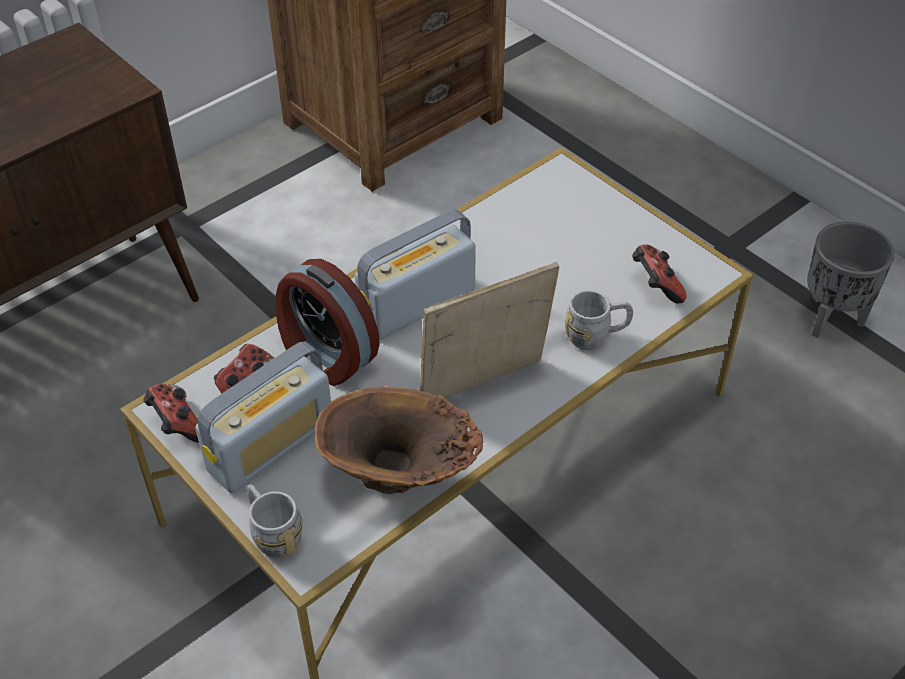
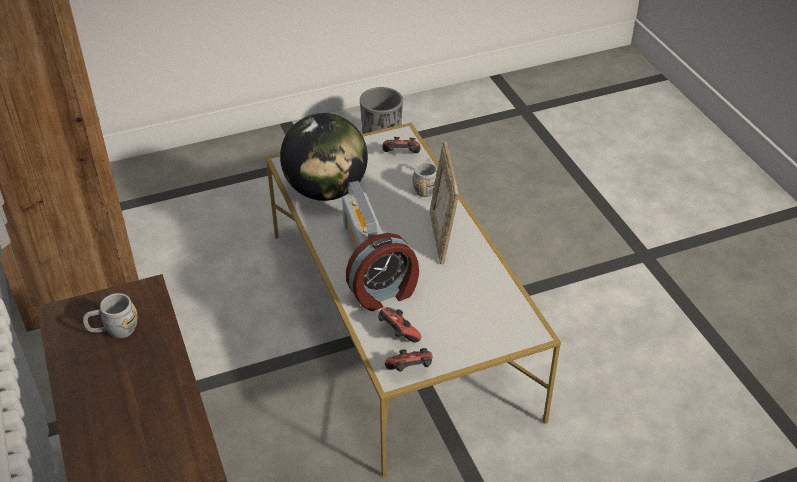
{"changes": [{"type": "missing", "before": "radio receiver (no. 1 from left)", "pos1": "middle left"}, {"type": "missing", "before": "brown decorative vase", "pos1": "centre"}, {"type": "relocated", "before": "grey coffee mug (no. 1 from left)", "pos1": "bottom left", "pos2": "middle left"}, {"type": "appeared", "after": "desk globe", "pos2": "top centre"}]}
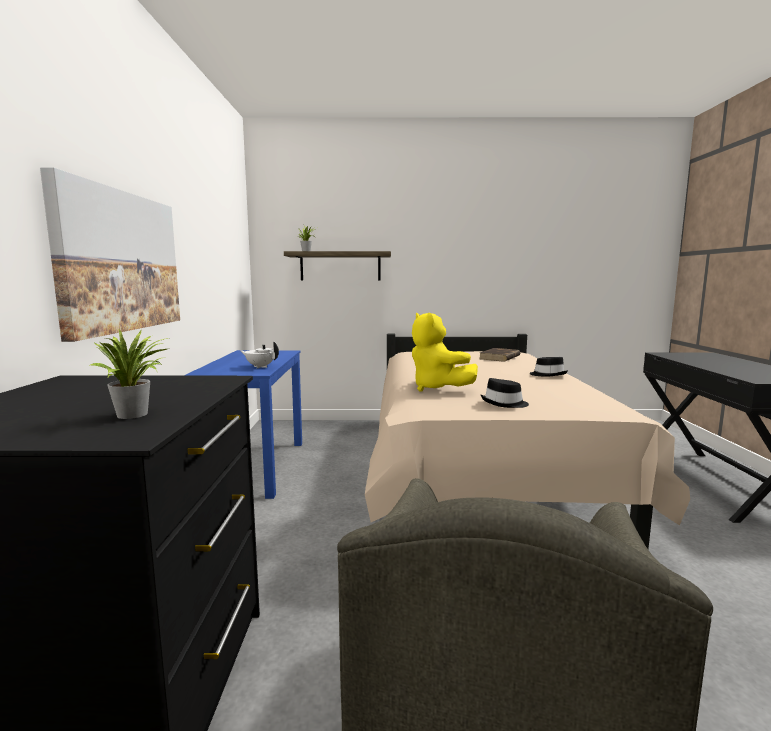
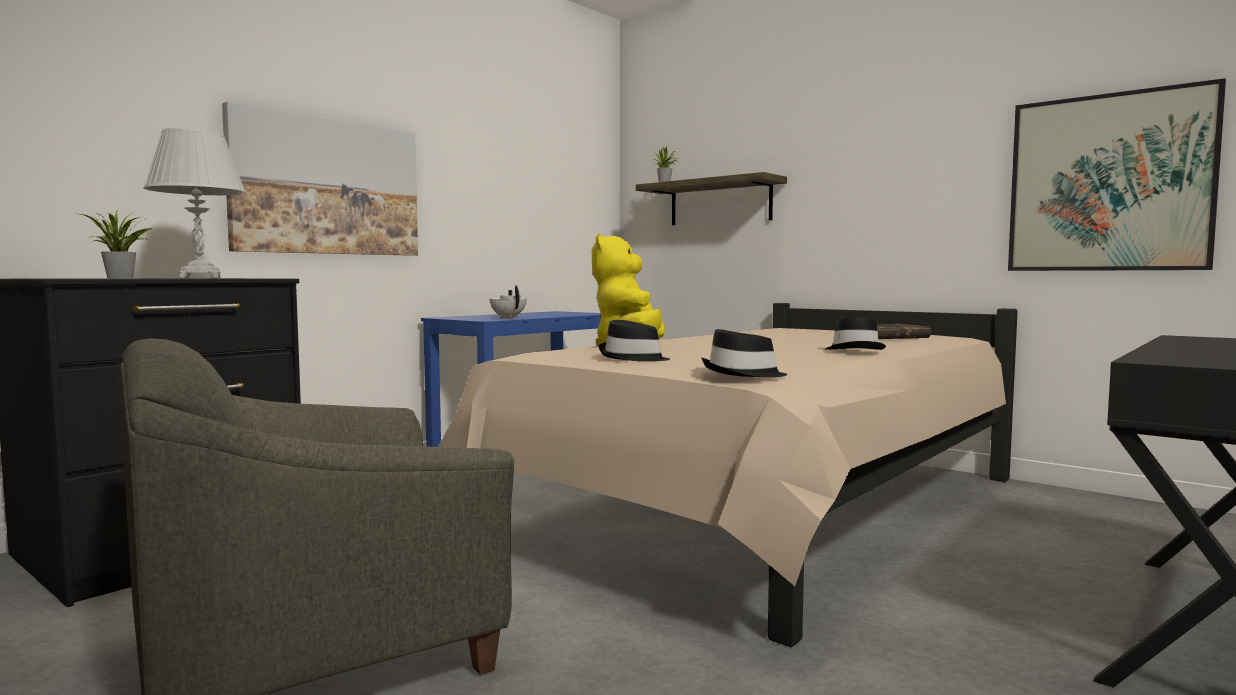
{"changes": [{"type": "appeared", "after": "picture (no. 2 from left)", "pos2": "top right"}, {"type": "appeared", "after": "white table lamp", "pos2": "top left"}, {"type": "appeared", "after": "blackish clothing hat (no. 2 from left)", "pos2": "centre"}]}
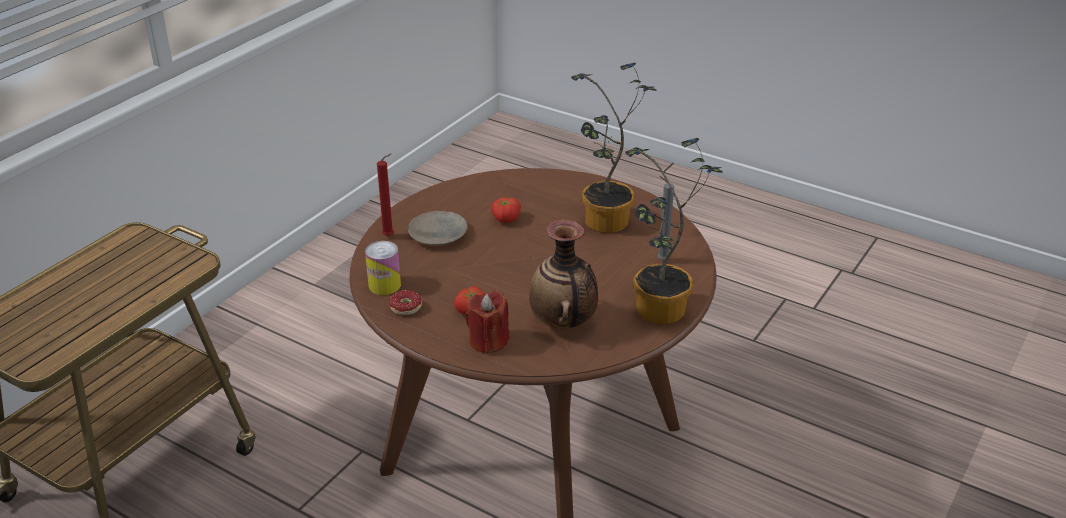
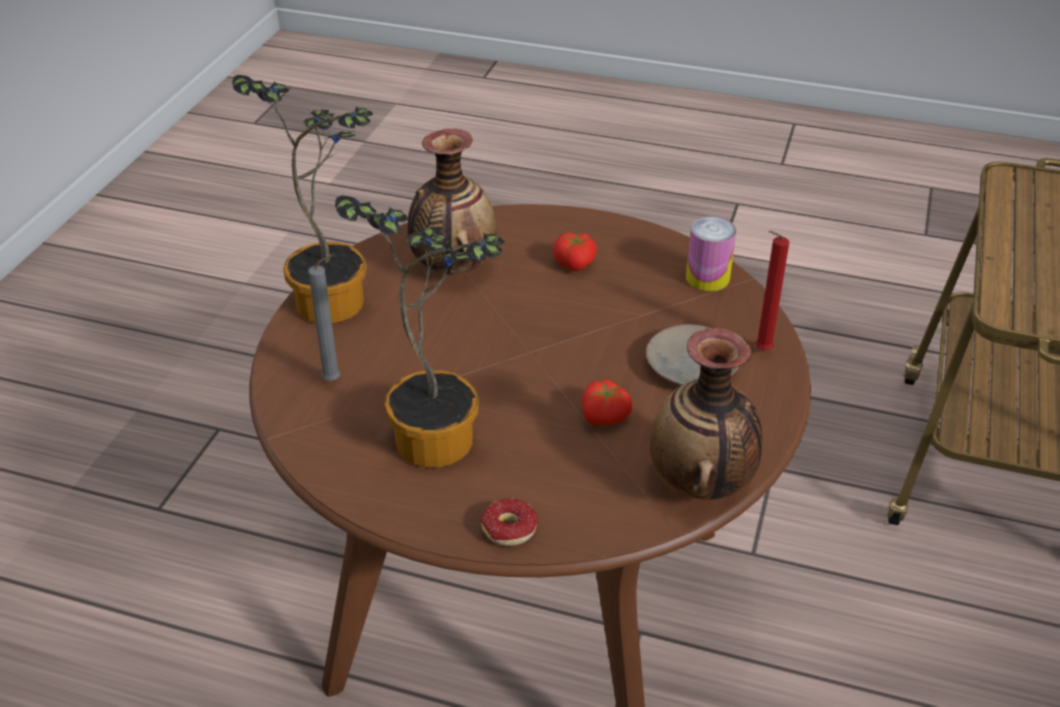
{"changes": [{"type": "relocated", "before": "ring doughnut", "pos1": "centre", "pos2": "bottom centre"}, {"type": "missing", "before": "red wax light (no. 2 from left)", "pos1": "centre"}, {"type": "appeared", "after": "decorative vase (no. 2 from left)", "pos2": "centre"}]}
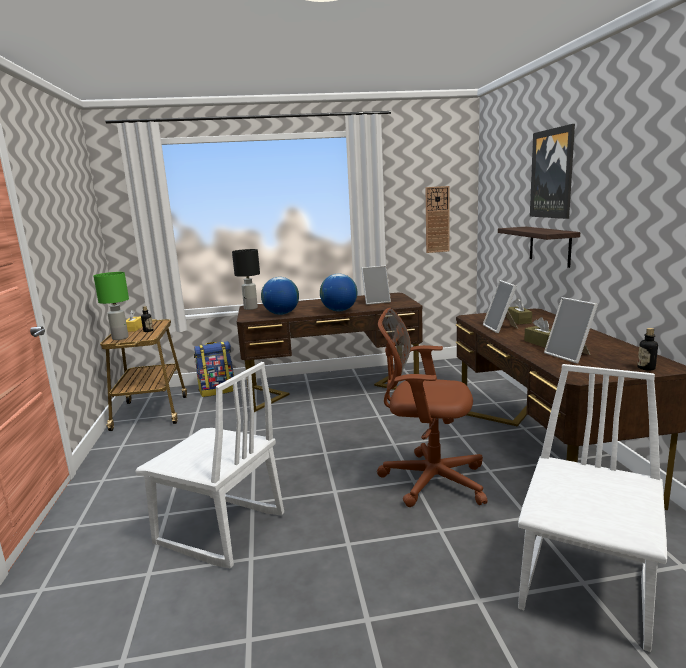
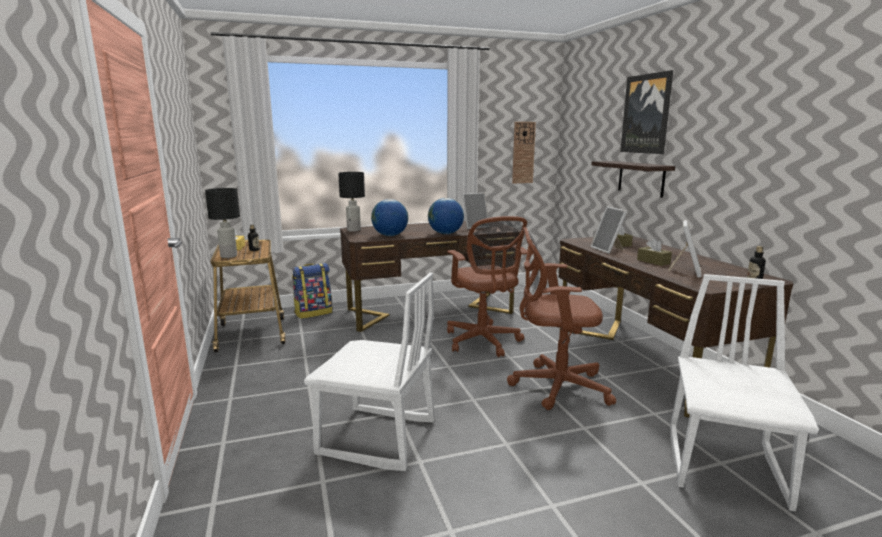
{"changes": [{"type": "colour", "before": "green-coloured table lamp", "after": "blackish table lamp (no. 1 from left)", "pos1": "middle left", "pos2": "middle left"}, {"type": "spun", "before": "picture frame (no. 3 from left)", "pos1": "middle right", "pos2": "middle right", "turn": -120}, {"type": "appeared", "after": "brown office chair (no. 1 from left)", "pos2": "centre"}]}
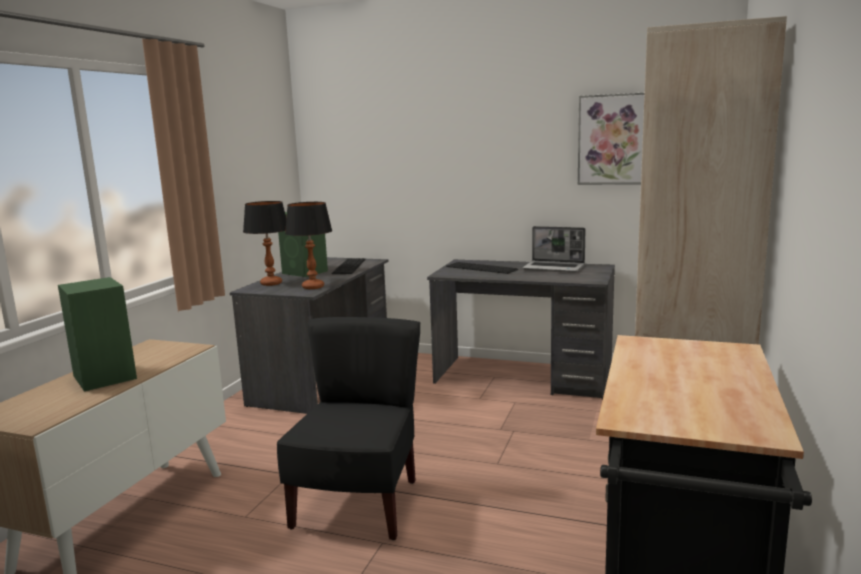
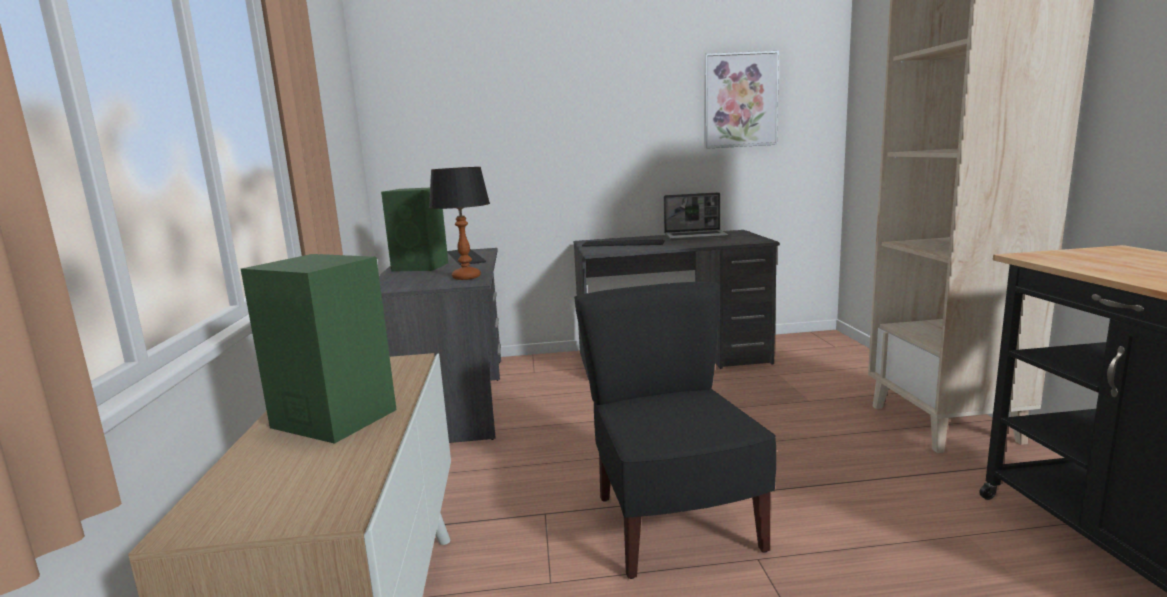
{"changes": [{"type": "missing", "before": "table lamp (no. 1 from left)", "pos1": "middle left"}]}
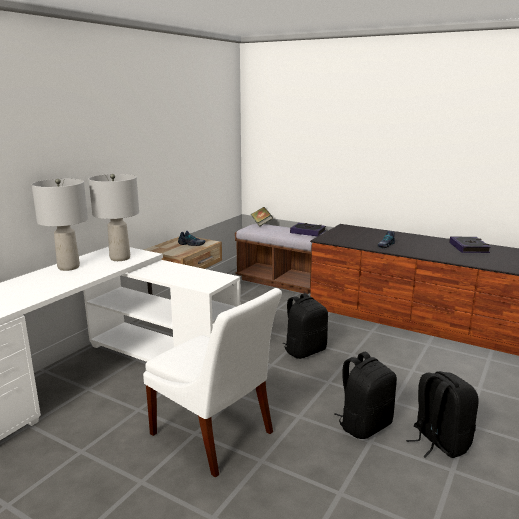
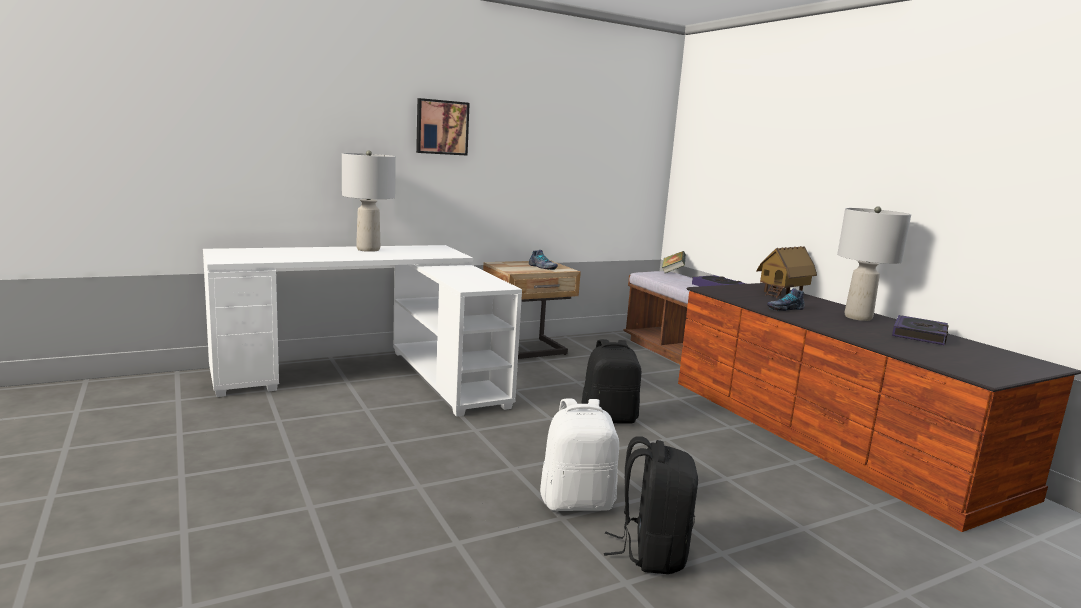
{"changes": [{"type": "relocated", "before": "grey table lamp (no. 2 from left)", "pos1": "middle left", "pos2": "middle right"}, {"type": "missing", "before": "white upright chair", "pos1": "bottom centre"}, {"type": "colour", "before": "blackish rucksack (no. 2 from left)", "after": "white rucksack", "pos1": "bottom right", "pos2": "bottom centre"}, {"type": "appeared", "after": "picture", "pos2": "top centre"}, {"type": "appeared", "after": "miniature house", "pos2": "middle right"}]}
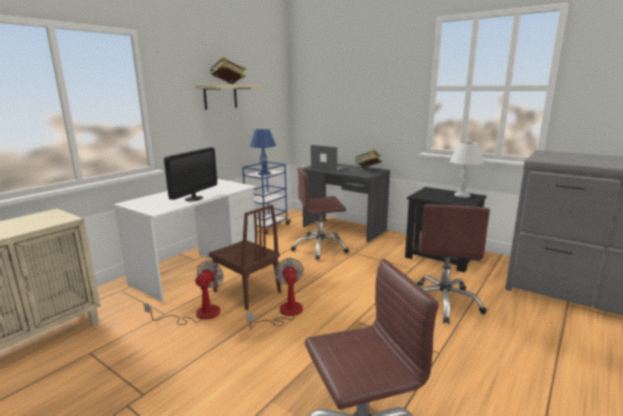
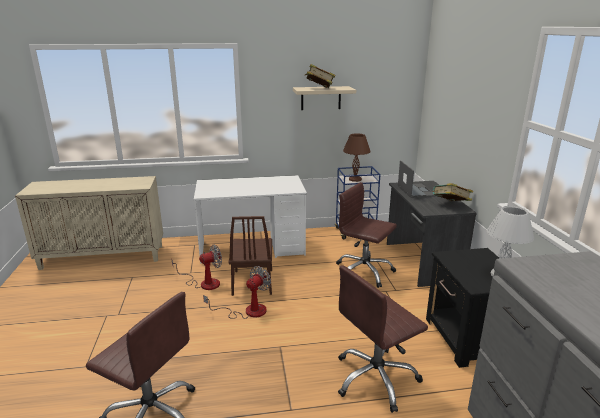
{"changes": [{"type": "colour", "before": "blue table lamp", "after": "brown table lamp", "pos1": "centre", "pos2": "centre"}, {"type": "missing", "before": "computer screen", "pos1": "middle left"}]}
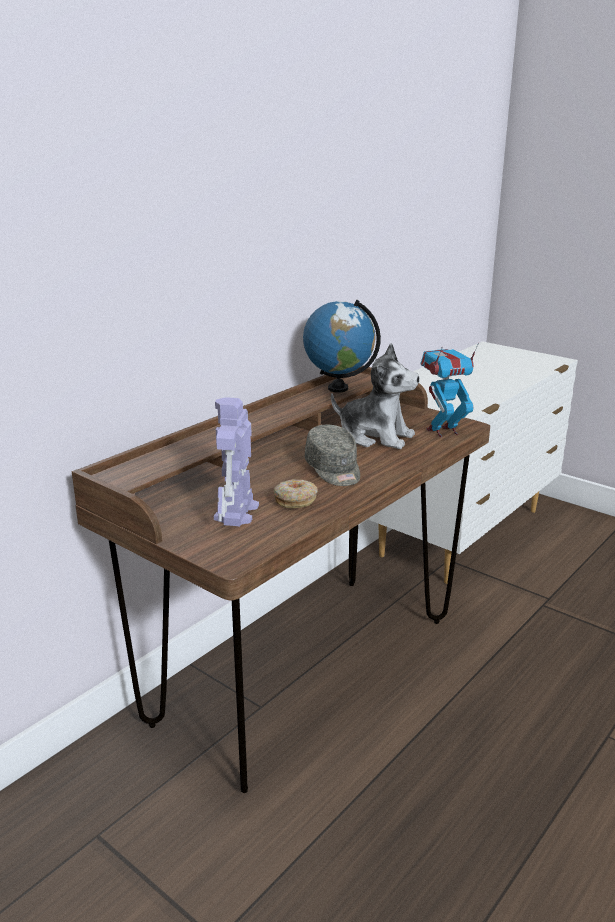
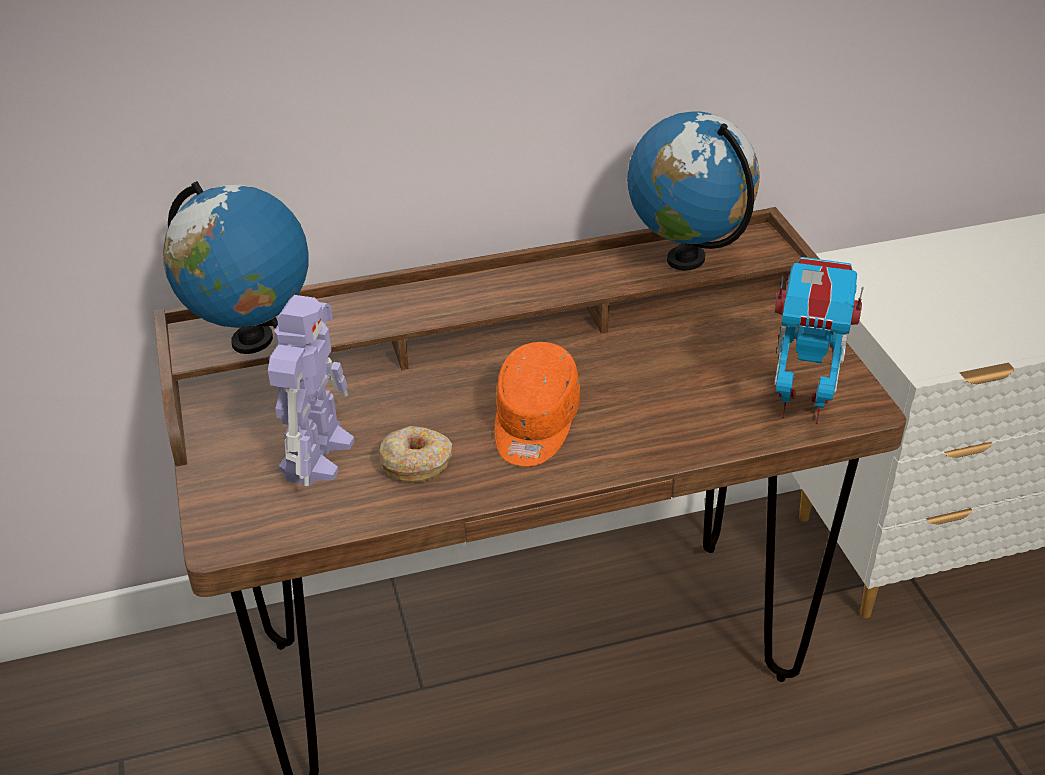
{"changes": [{"type": "missing", "before": "plush toy", "pos1": "centre"}, {"type": "spun", "before": "robot figure (no. 1 from left)", "pos1": "centre", "pos2": "middle left", "turn": 150}, {"type": "colour", "before": "grey peaked cap", "after": "orange-coloured peaked cap", "pos1": "centre", "pos2": "centre"}, {"type": "appeared", "after": "desk globe (no. 1 from left)", "pos2": "middle left"}]}
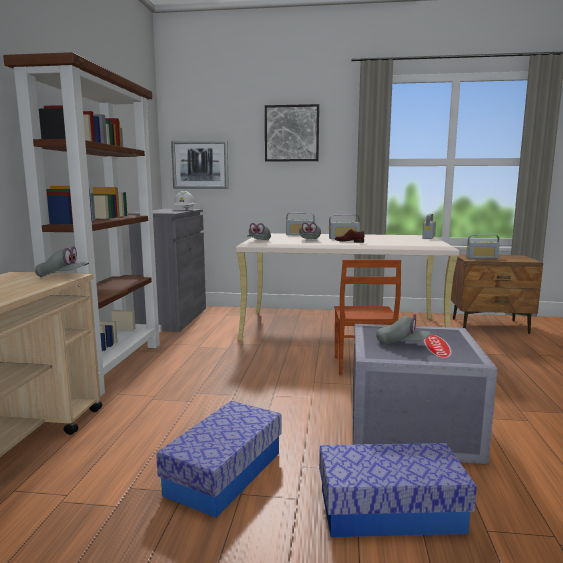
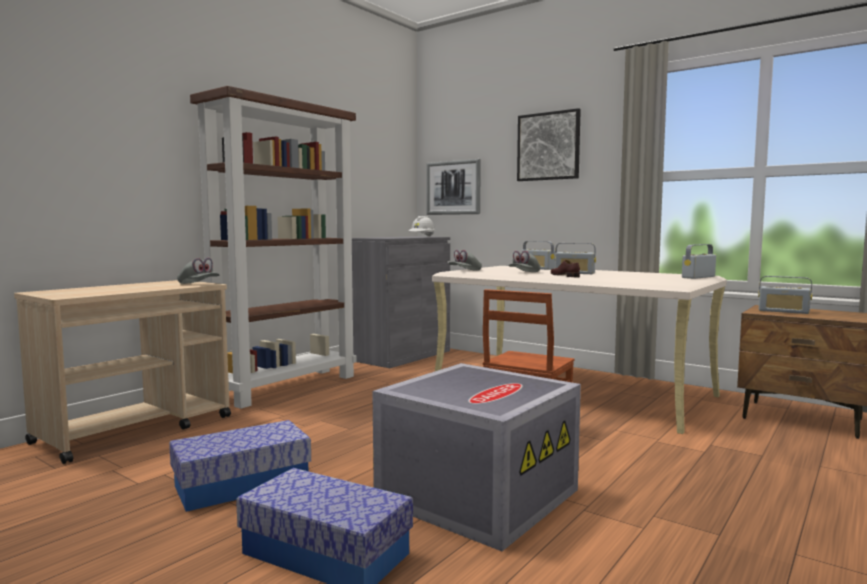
{"changes": [{"type": "missing", "before": "grey peaked cap (no. 4 from left)", "pos1": "middle right"}]}
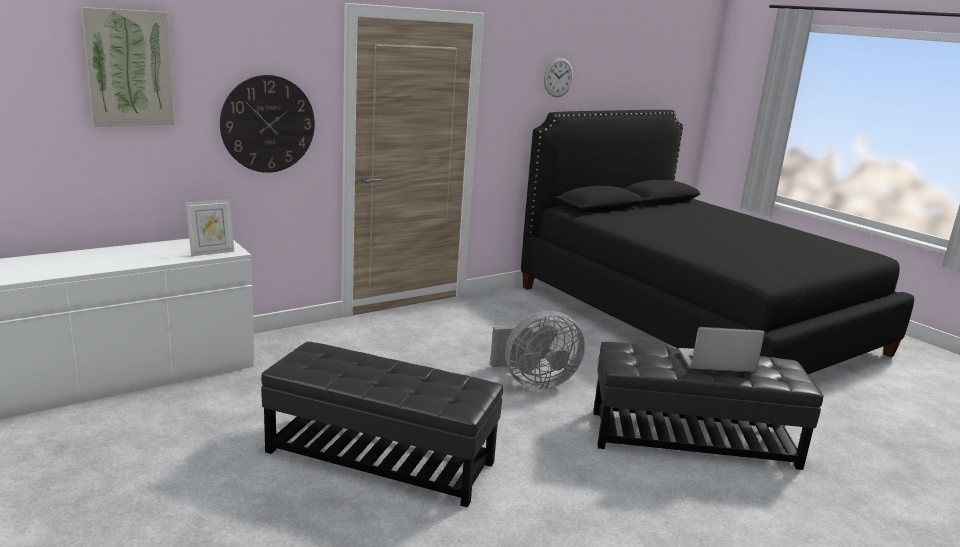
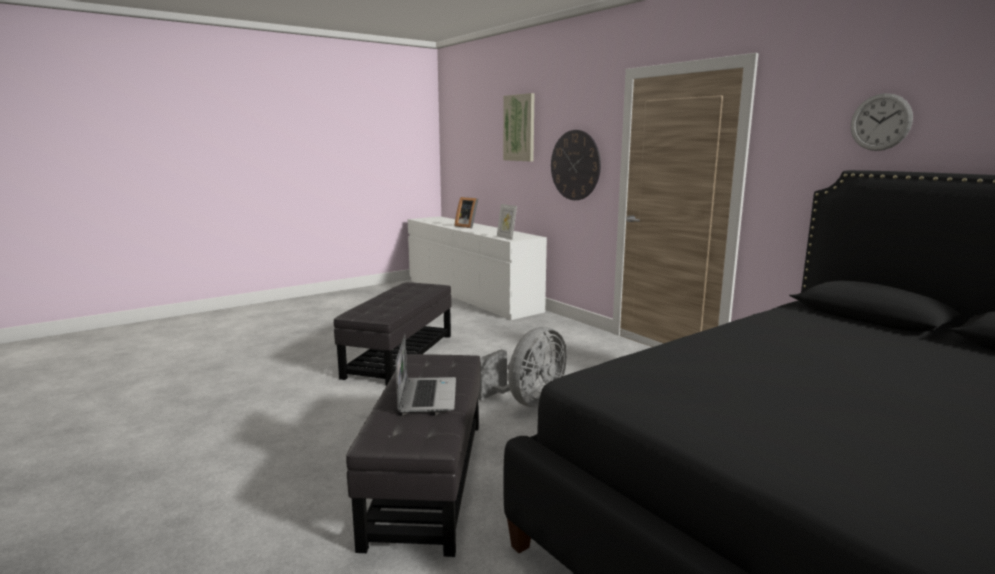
{"changes": [{"type": "spun", "before": "grey cooling fan", "pos1": "centre", "pos2": "centre", "turn": -120}, {"type": "appeared", "after": "picture frame (no. 1 from left)", "pos2": "centre"}]}
